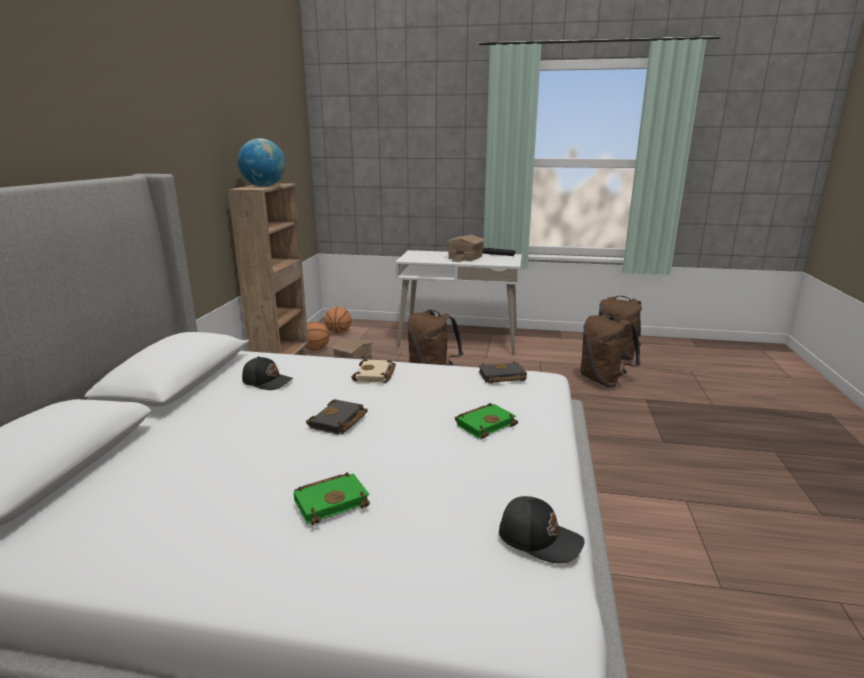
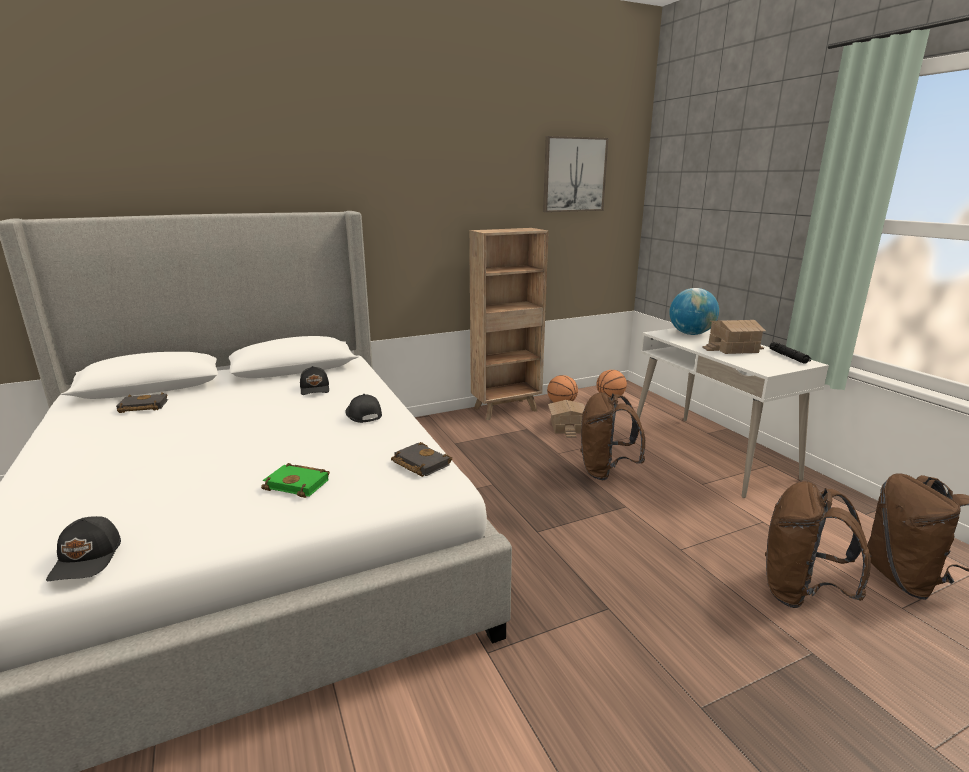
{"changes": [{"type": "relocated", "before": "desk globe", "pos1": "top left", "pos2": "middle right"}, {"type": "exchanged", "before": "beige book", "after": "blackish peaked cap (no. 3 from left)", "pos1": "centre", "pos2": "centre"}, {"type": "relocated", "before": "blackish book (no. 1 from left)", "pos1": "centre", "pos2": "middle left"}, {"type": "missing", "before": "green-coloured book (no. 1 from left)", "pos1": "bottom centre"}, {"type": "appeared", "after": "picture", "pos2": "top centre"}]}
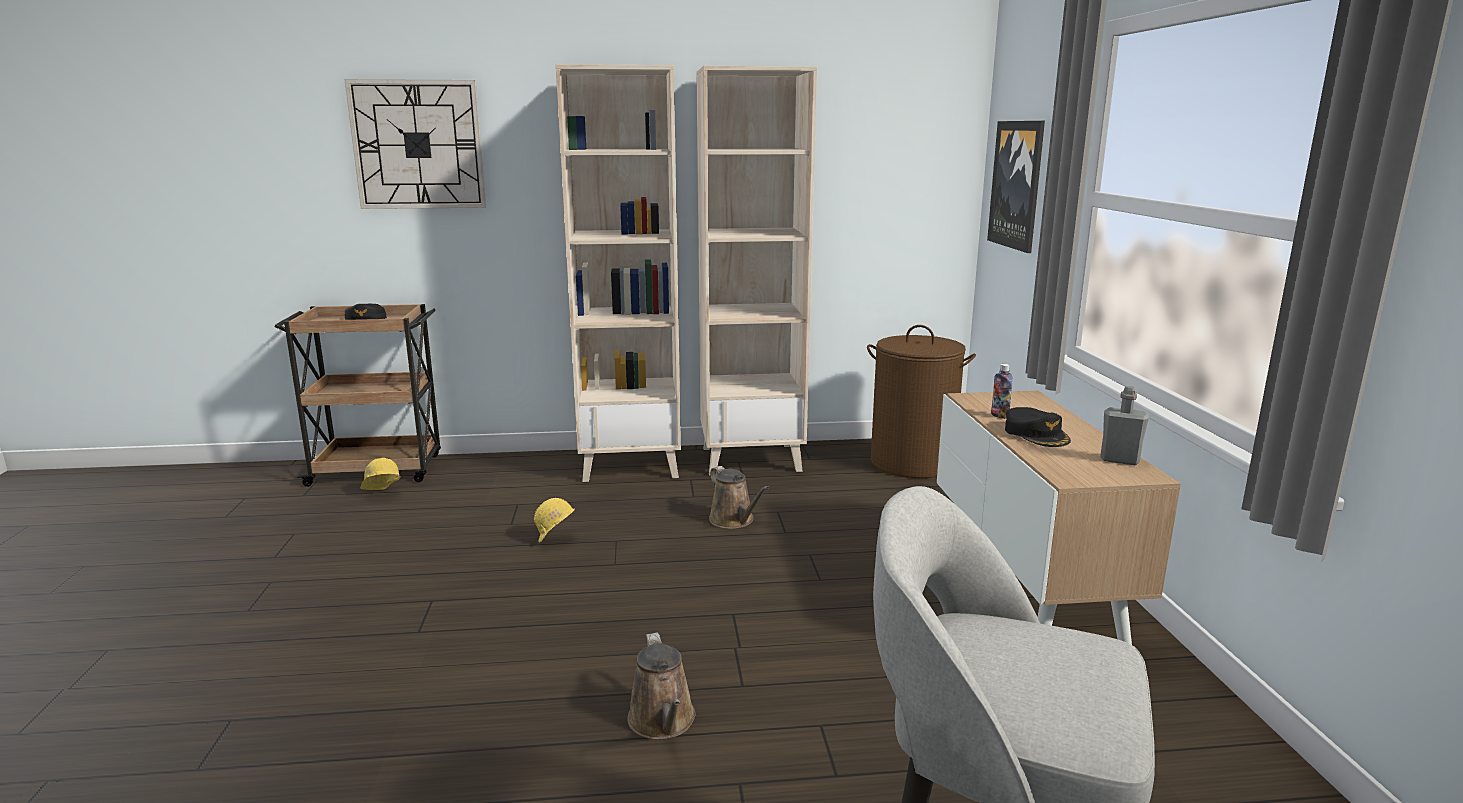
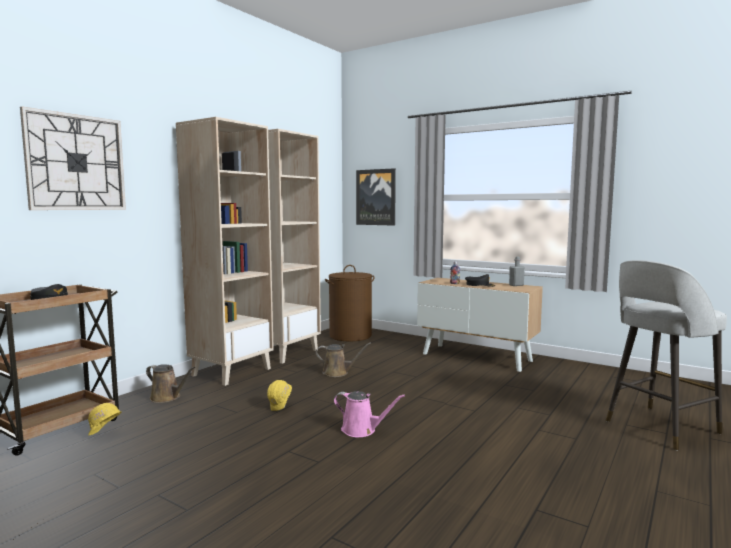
{"changes": [{"type": "relocated", "before": "brown watering pot (no. 1 from left)", "pos1": "bottom centre", "pos2": "bottom left"}, {"type": "appeared", "after": "pinkish watering pot", "pos2": "bottom centre"}]}
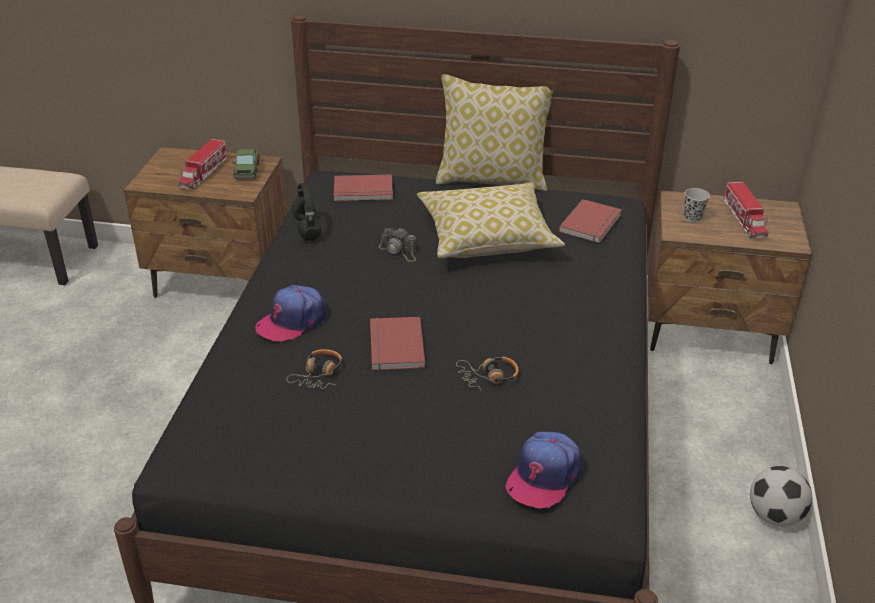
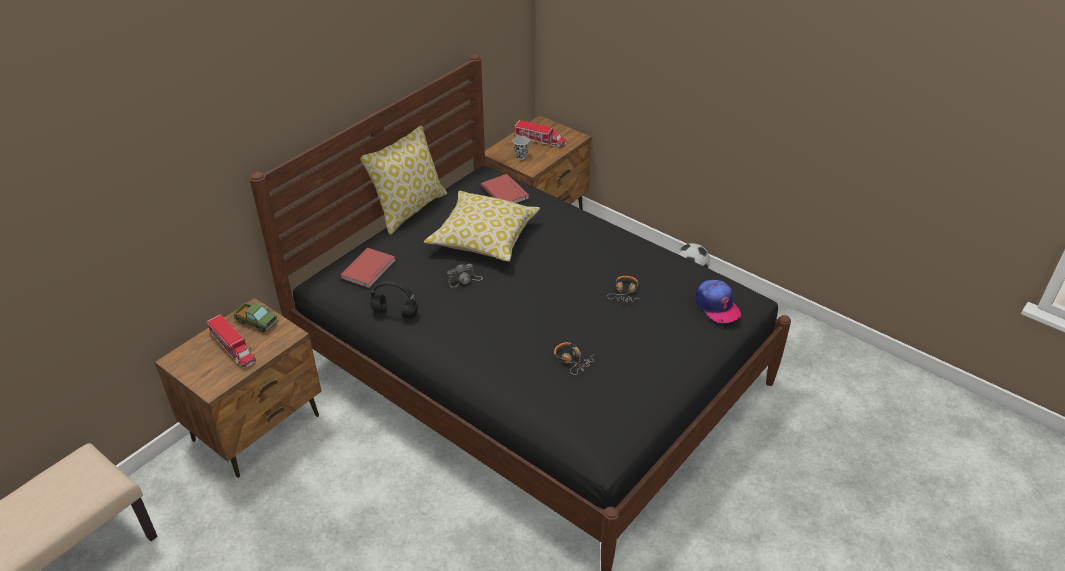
{"changes": [{"type": "missing", "before": "peaked cap (no. 1 from left)", "pos1": "middle left"}, {"type": "missing", "before": "red book (no. 2 from left)", "pos1": "centre"}]}
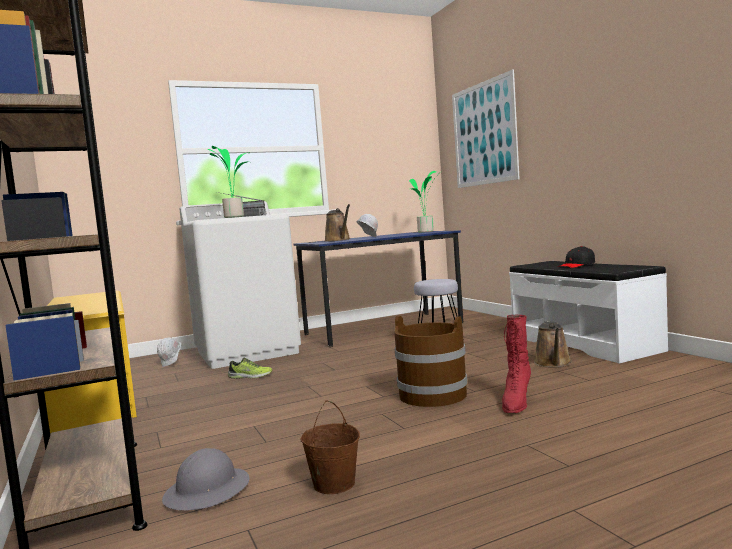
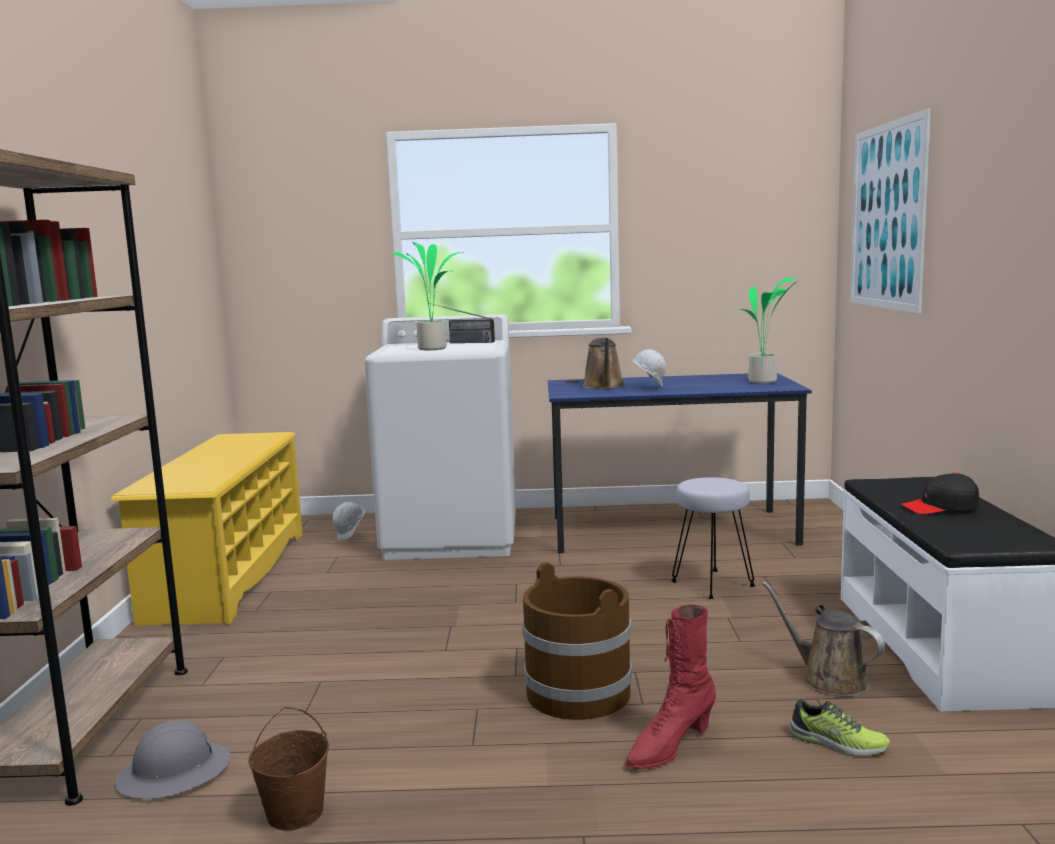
{"changes": [{"type": "spun", "before": "brown watering pot (no. 2 from left)", "pos1": "middle right", "pos2": "bottom right", "turn": 105}, {"type": "relocated", "before": "shoe", "pos1": "bottom centre", "pos2": "bottom right"}]}
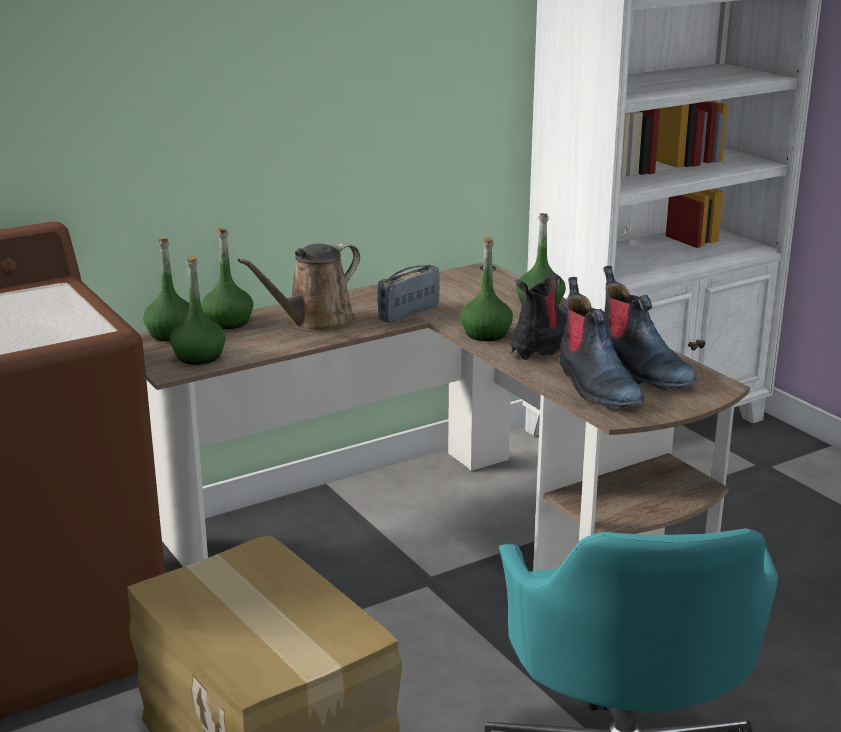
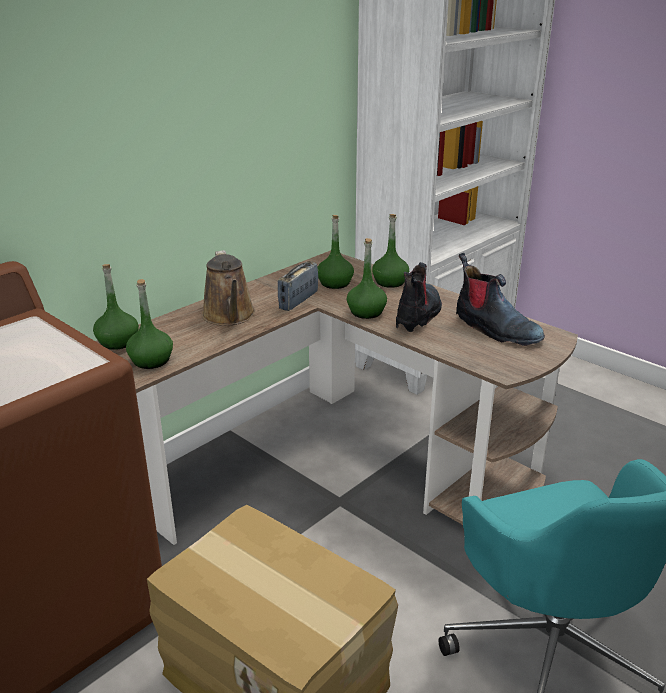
{"changes": [{"type": "relocated", "before": "green-coloured drink bottle (no. 3 from left)", "pos1": "middle left", "pos2": "centre"}, {"type": "spun", "before": "brown watering pot", "pos1": "centre", "pos2": "centre", "turn": -45}, {"type": "missing", "before": "tall boot (no. 2 from left)", "pos1": "middle right"}]}
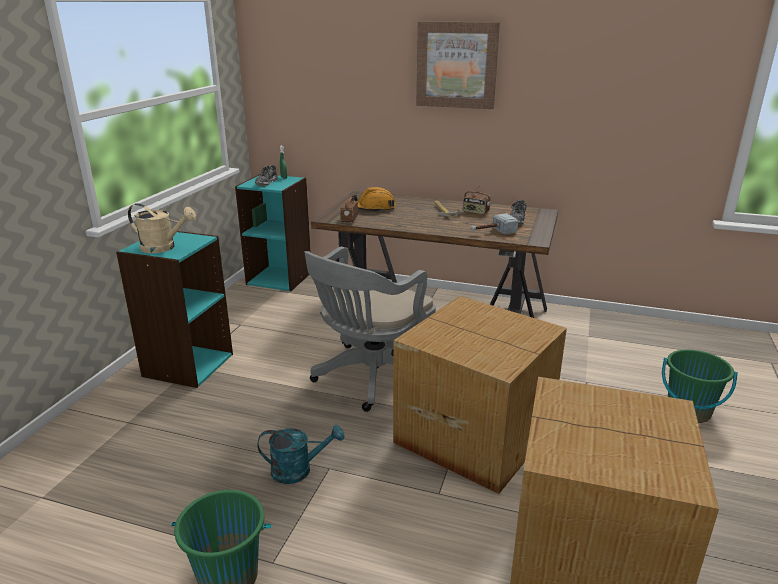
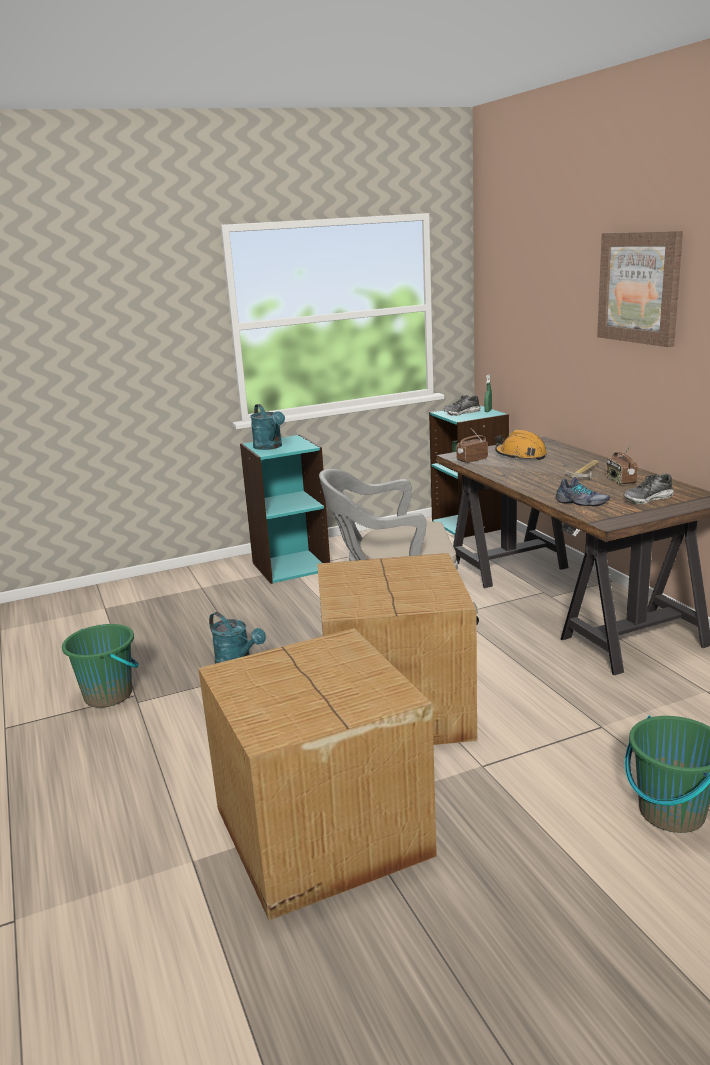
{"changes": [{"type": "colour", "before": "beige watering pot", "after": "turquoise-coloured watering pot (no. 2 from left)", "pos1": "middle left", "pos2": "centre"}, {"type": "exchanged", "before": "hand hammer (no. 2 from left)", "after": "shoe (no. 2 from left)", "pos1": "centre", "pos2": "middle right"}]}
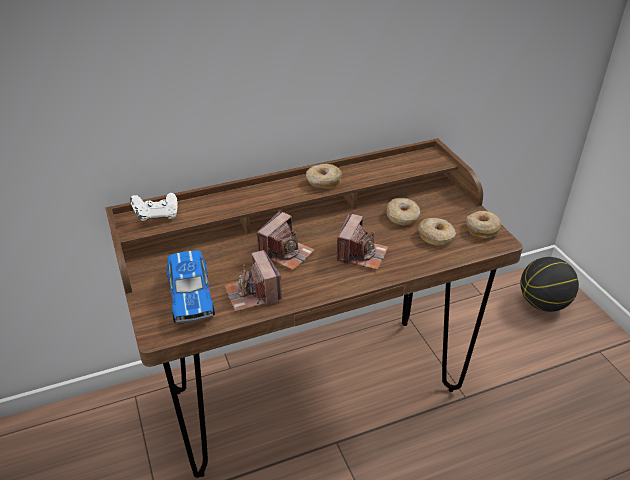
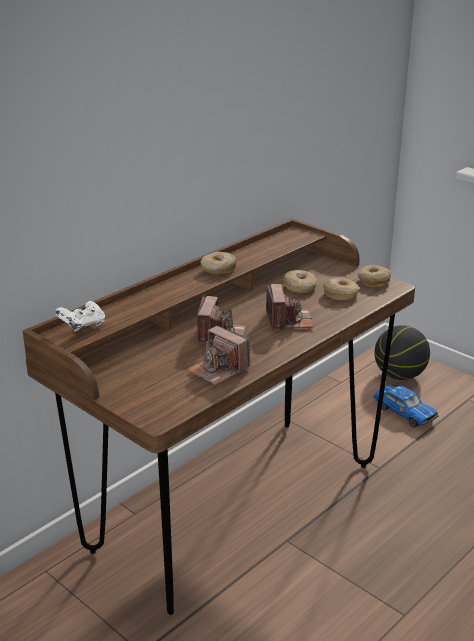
{"changes": [{"type": "relocated", "before": "model car", "pos1": "middle left", "pos2": "middle right"}]}
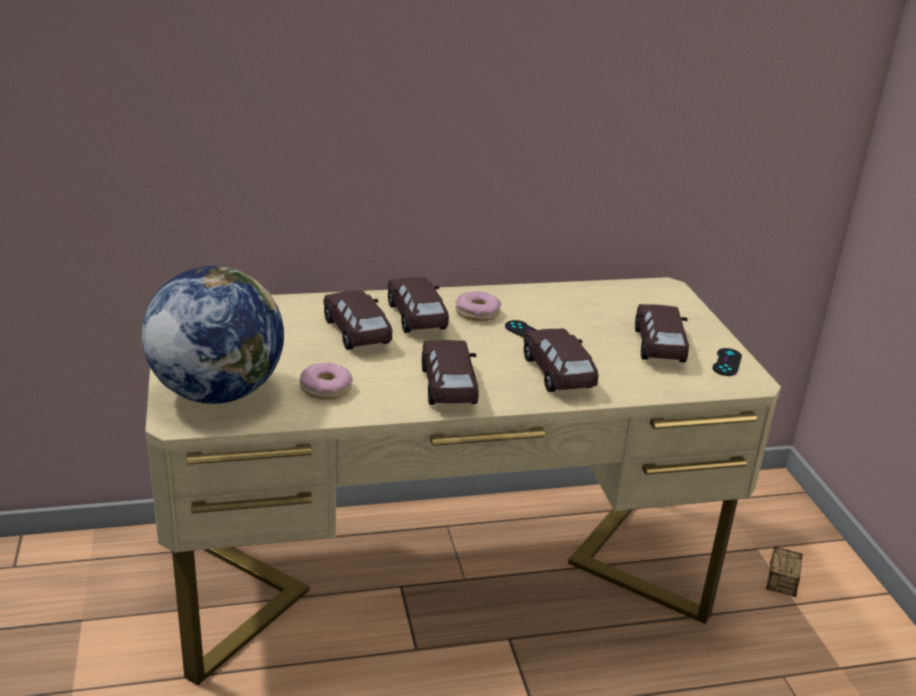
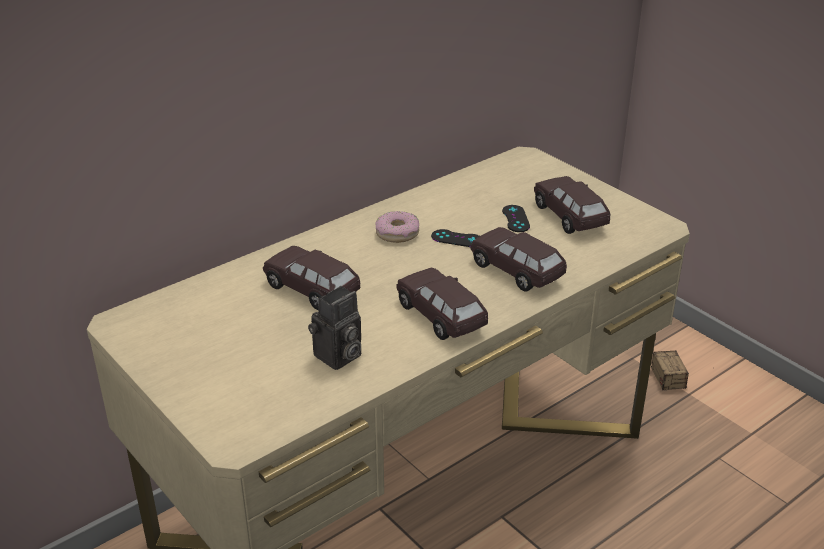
{"changes": [{"type": "missing", "before": "desk globe", "pos1": "middle left"}, {"type": "missing", "before": "brown model car (no. 2 from left)", "pos1": "centre"}, {"type": "relocated", "before": "blackish joypad (no. 2 from left)", "pos1": "middle right", "pos2": "centre"}, {"type": "exchanged", "before": "ring doughnut (no. 1 from left)", "after": "still camera", "pos1": "centre", "pos2": "centre"}]}
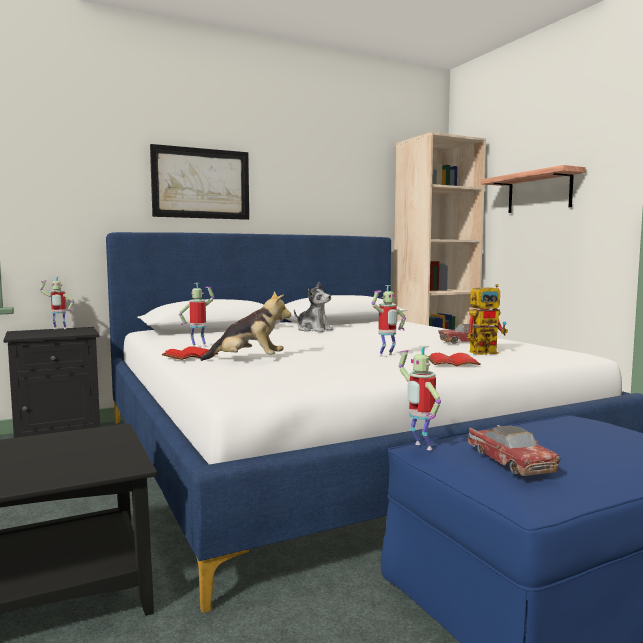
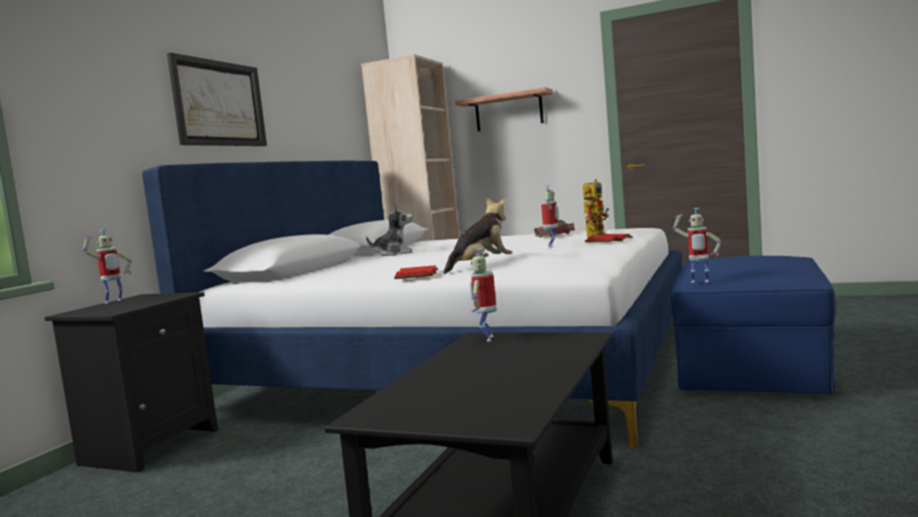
{"changes": [{"type": "relocated", "before": "robot figure (no. 2 from left)", "pos1": "middle left", "pos2": "centre"}, {"type": "missing", "before": "model car (no. 2 from left)", "pos1": "bottom right"}]}
